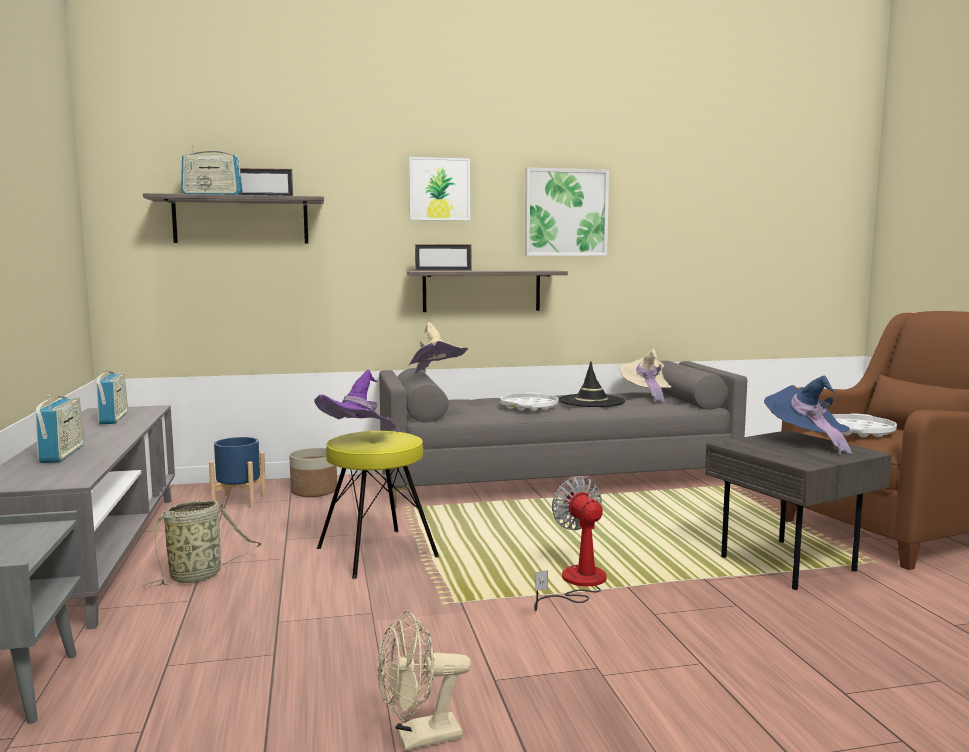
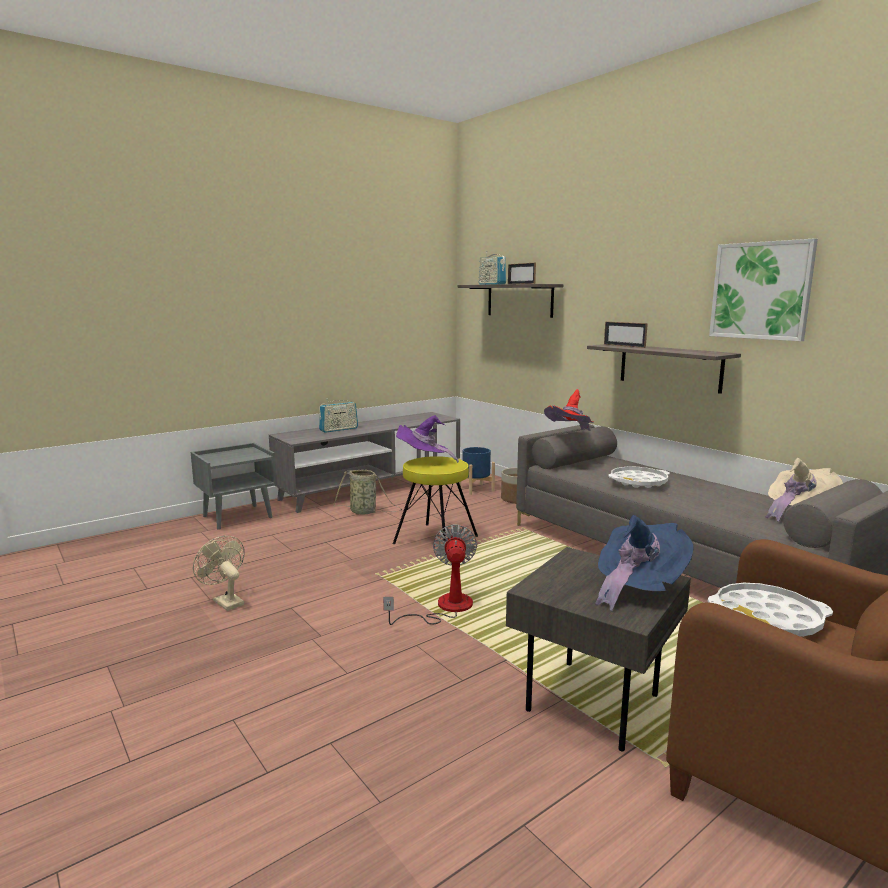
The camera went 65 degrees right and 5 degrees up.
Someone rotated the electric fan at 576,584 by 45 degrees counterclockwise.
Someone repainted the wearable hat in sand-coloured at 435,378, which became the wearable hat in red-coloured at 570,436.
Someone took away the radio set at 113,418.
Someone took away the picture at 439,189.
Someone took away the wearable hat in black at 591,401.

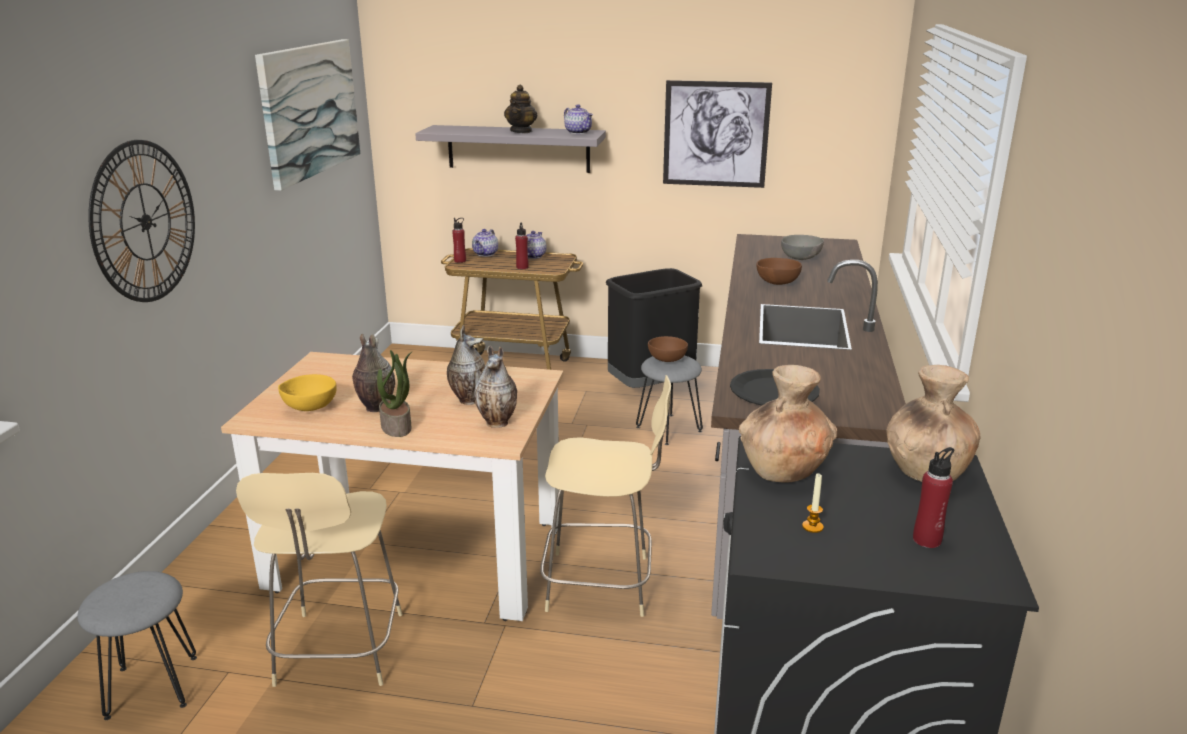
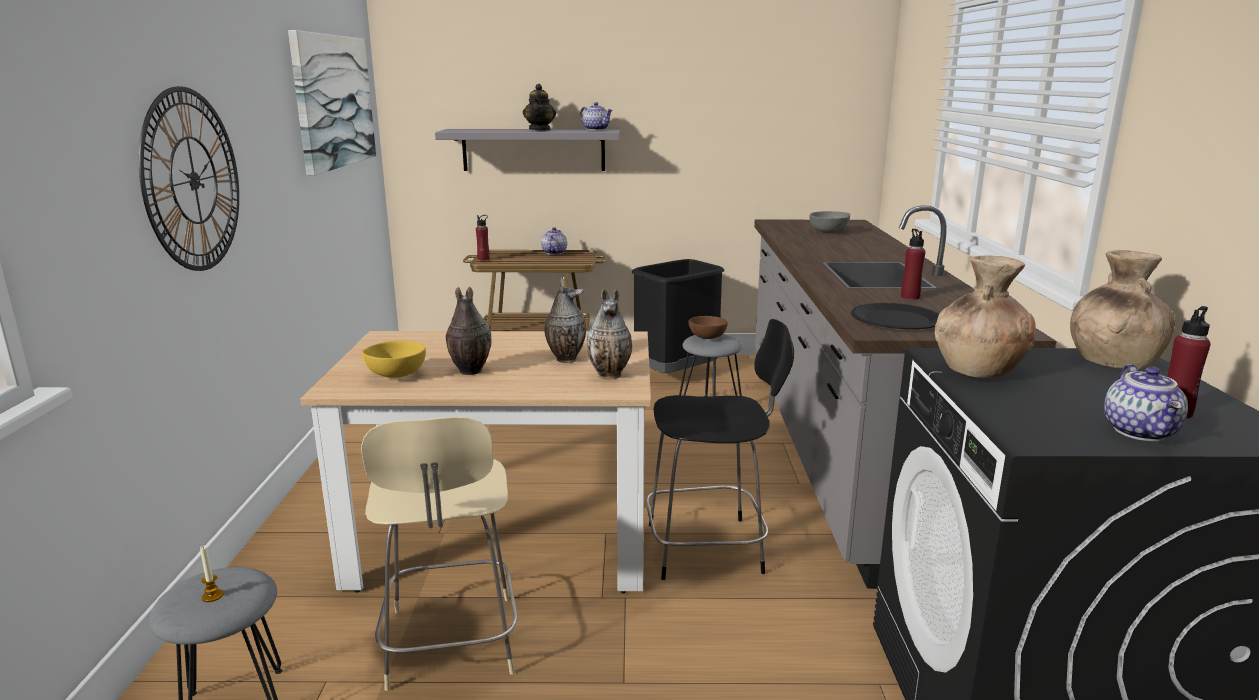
The camera went 10 degrees left and 5 degrees down.
Someone carried the candle from 812,527 to 212,596.
Someone repainted the upright chair in sand-coloured at 602,584, which became the upright chair in black at 709,547.
Someone carried the drink bottle in red-coloured from 522,267 to 910,297.
Someone carried the tea pot from 486,254 to 1141,432.
Someone took away the houseplant at 397,427.
Someone took away the picture at 716,134.
Someone took away the serving bowl in brown-coloured at 776,283.

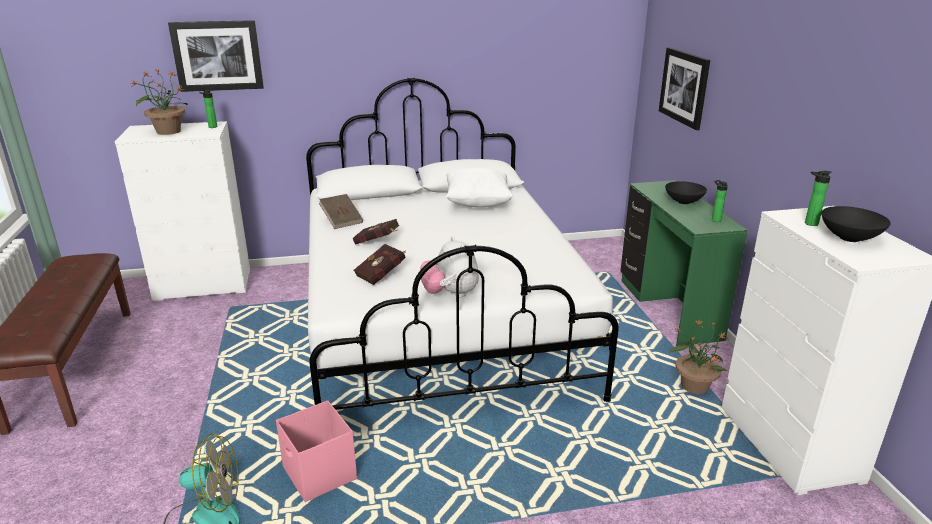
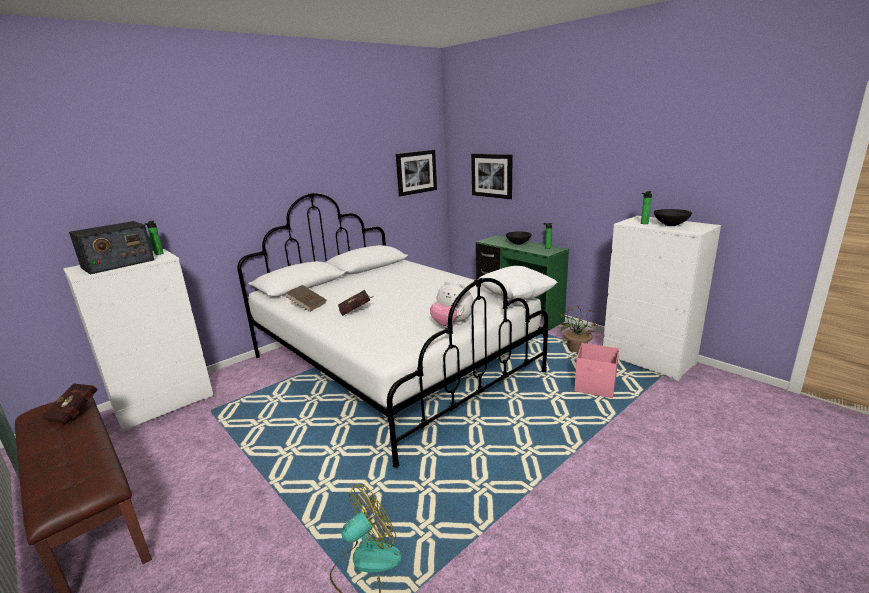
The camera went 30 degrees left and 5 degrees down.
Someone carried the book in red-coloured from 382,275 to 77,412.
Someone swapped the houseplant at 168,131 for the radio set at 117,264.
Someone carried the picture from 217,56 to 416,172.
Someone carried the throw pillow in white from 477,203 to 516,297.
Someone carried the storage container in pink from 319,474 to 595,386.

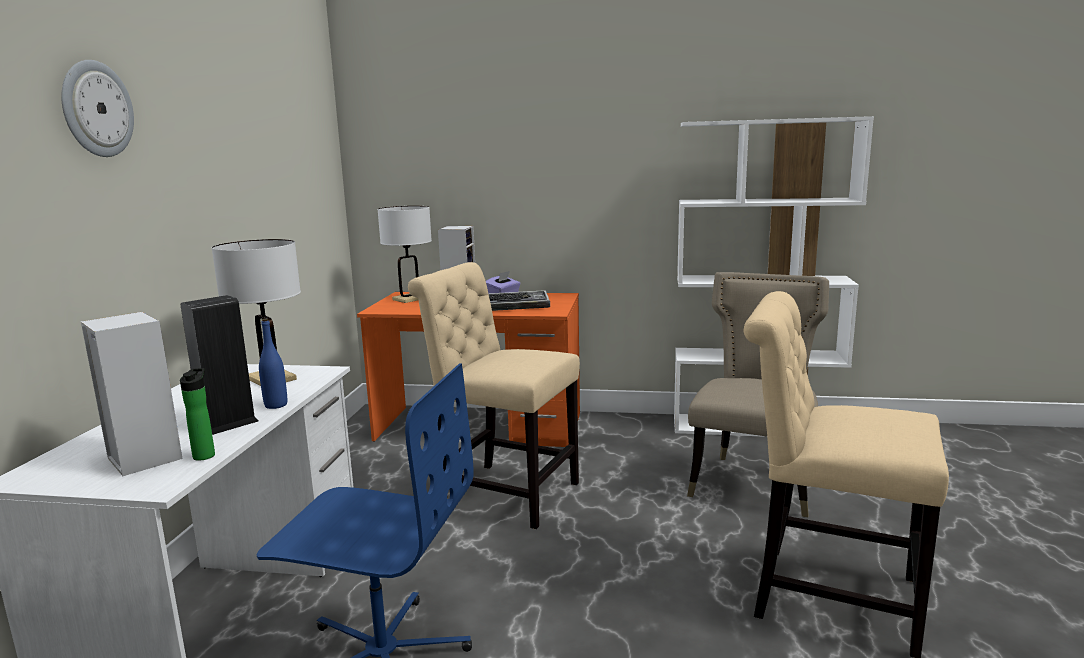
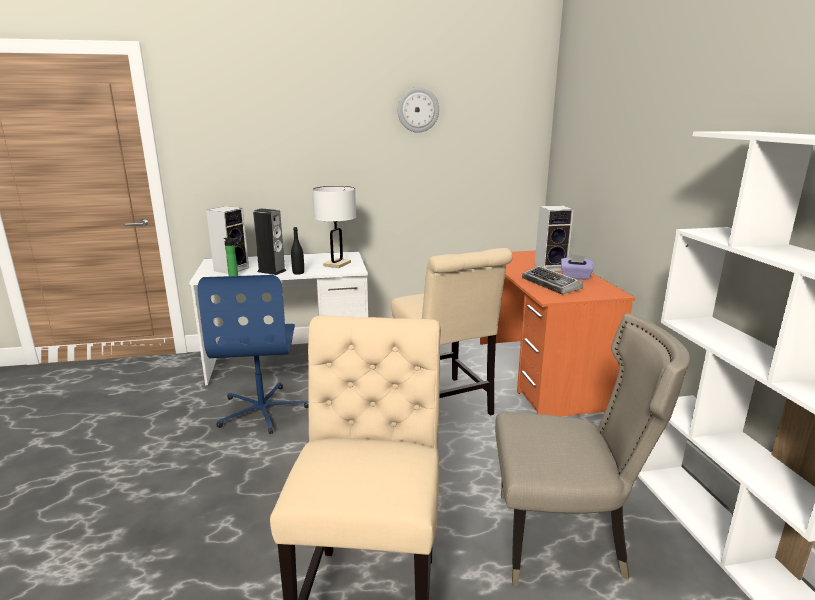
The camera went 70 degrees right and 5 degrees up.
Someone repainted the drink bottle in bluish at 276,405, which became the drink bottle in black at 298,273.
Someone rotated the upright chair in sand-coloured at 503,493 by 150 degrees clockwise.
Someone carried the hanging clock from 96,109 to 418,110.
Someone took away the table lamp in white at 410,299.

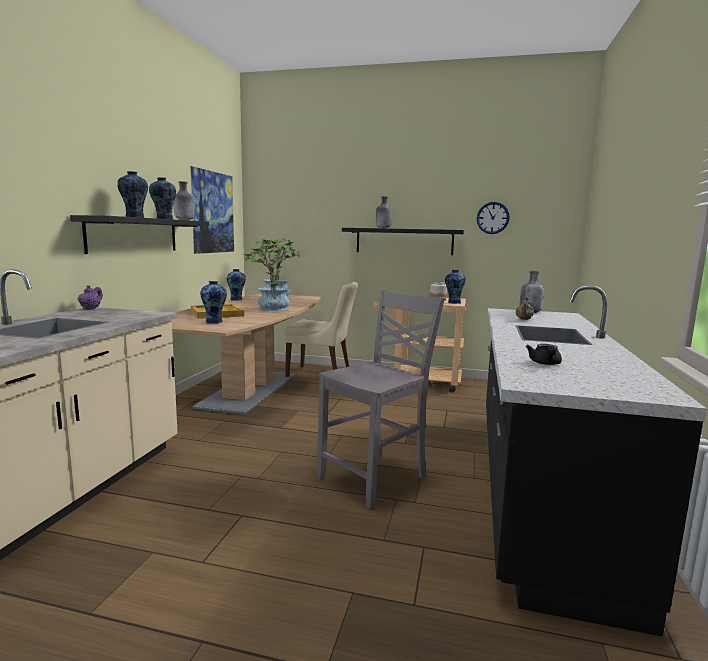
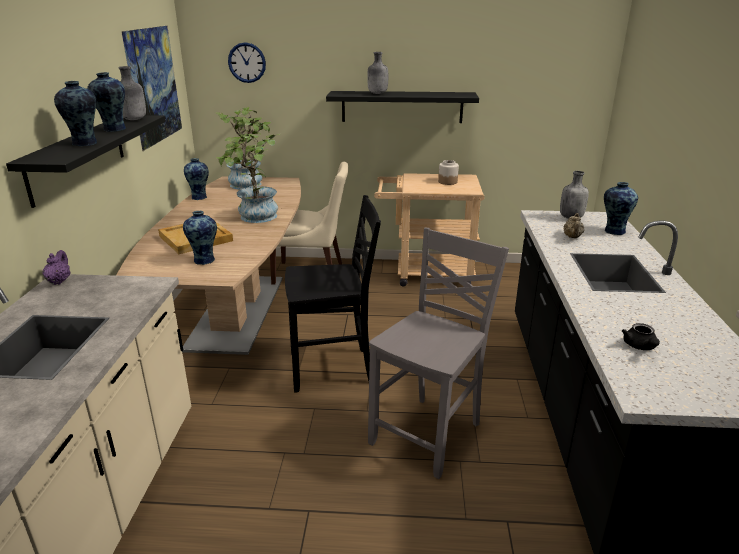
The camera went 10 degrees left and 15 degrees up.
Someone carried the hanging clock from 492,218 to 247,62.
Someone put down the upright chair in black at 333,369.
Someone carried the flower vase from 453,302 to 613,231.

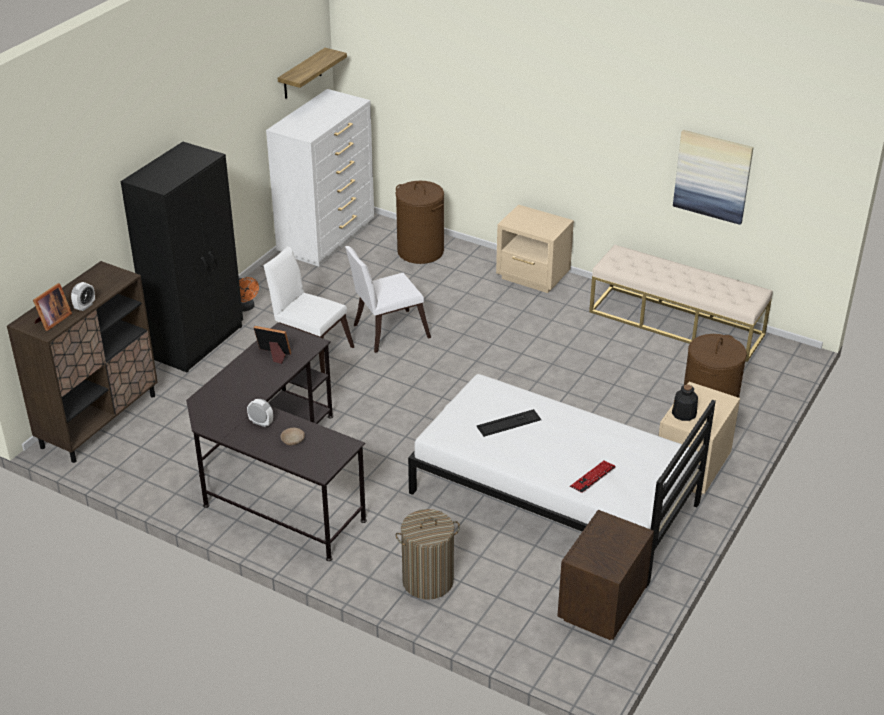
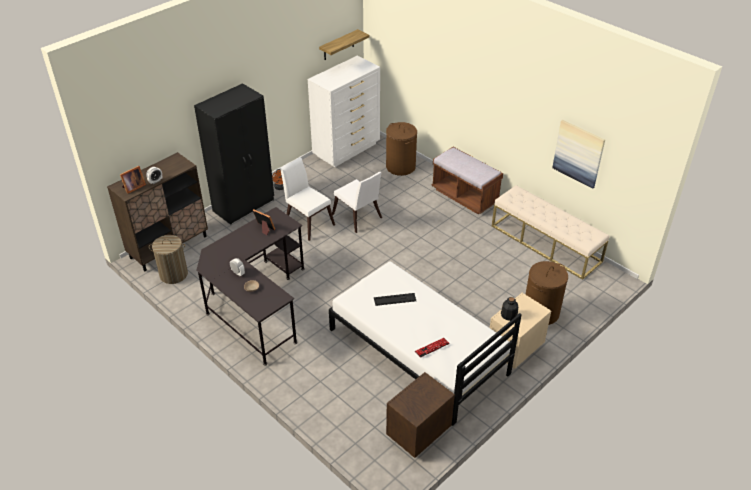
The camera went 15 degrees right and 5 degrees up.
Someone carried the hamper from 427,581 to 173,274.
Someone rotated the upright chair in white at 386,332 by 120 degrees counterclockwise.
Someone swapped the bedside table in sand-coloured at 533,277 for the bench in brown-coloured at 465,196.

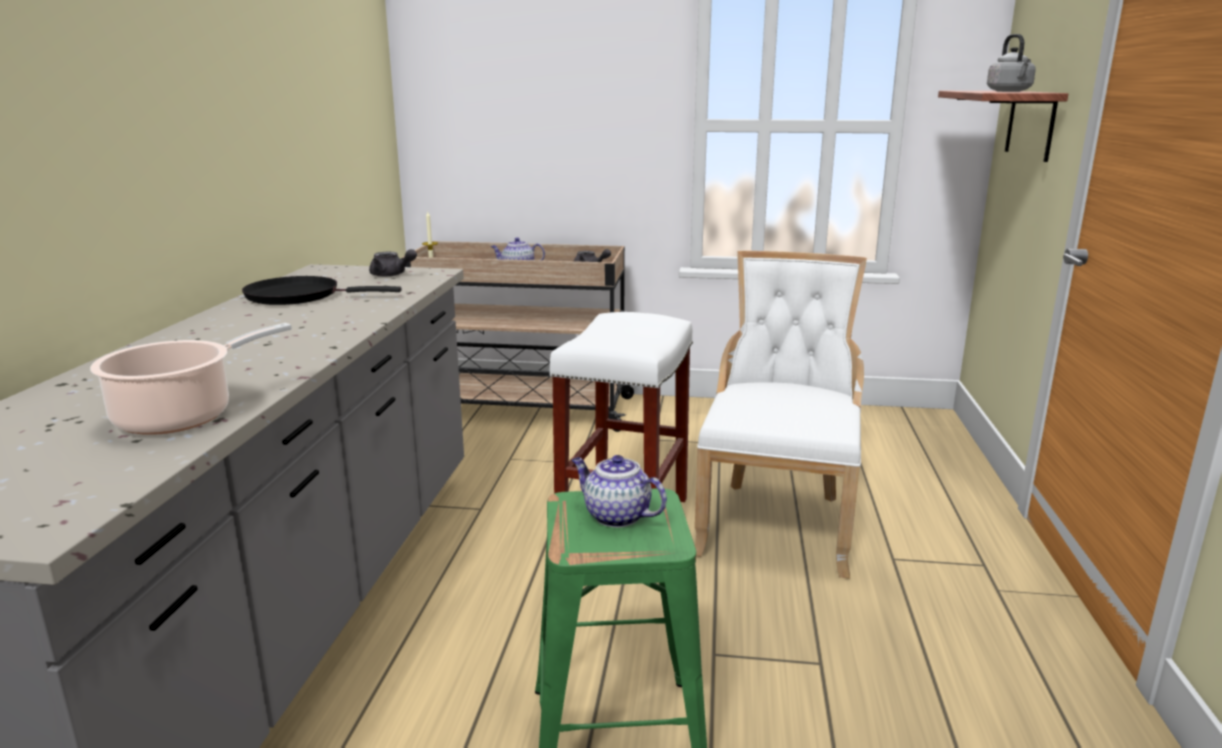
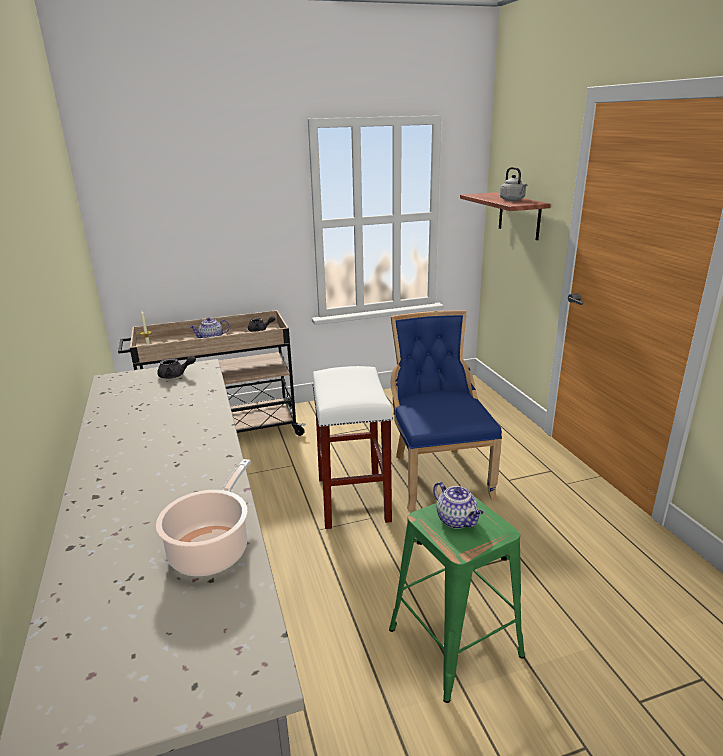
The camera went 25 degrees left and 5 degrees up.
Someone repainted the upright chair in white at 777,523, which became the upright chair in bluish at 437,475.
Someone rotated the tea pot at 615,516 by 135 degrees counterclockwise.
Someone took away the skillet in black at 299,296.

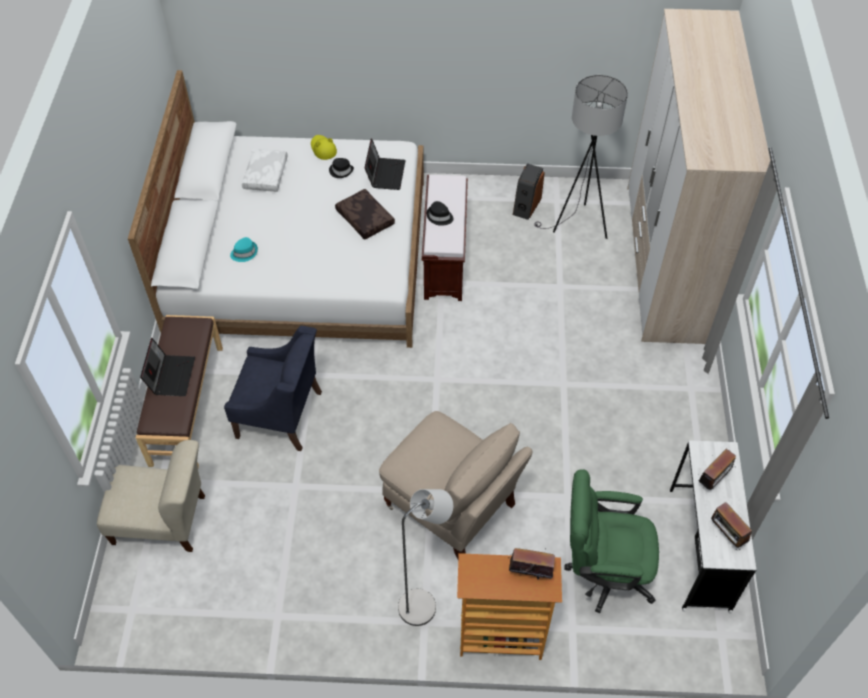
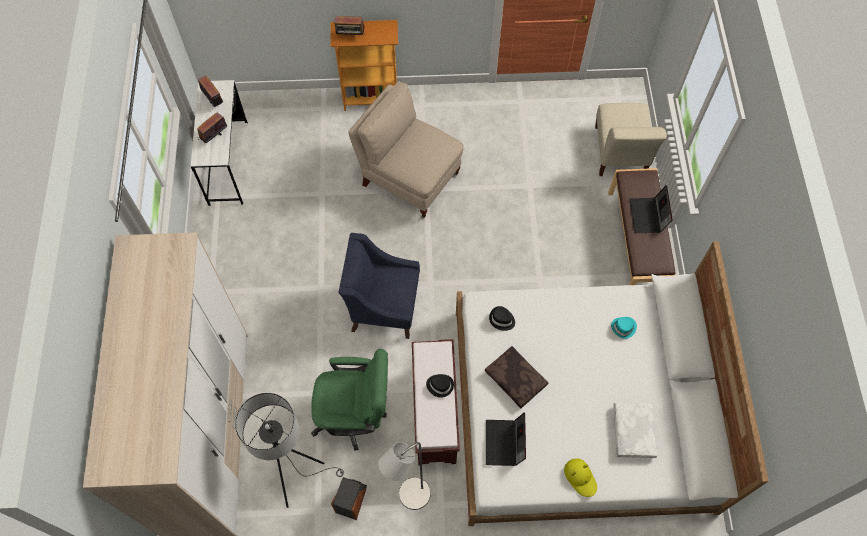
The camera went 175 degrees right and 10 degrees up.
Someone carried the office chair in green from 602,571 to 355,415.
Someone carried the easy chair in bluish from 280,415 to 383,306.
Someone carried the standing lamp in grey from 423,603 to 409,497.
Someone carried the wearable hat in black from 341,171 to 502,319.
Someone rotated the upright chair in sand-coloured at 163,521 by 90 degrees counterclockwise.

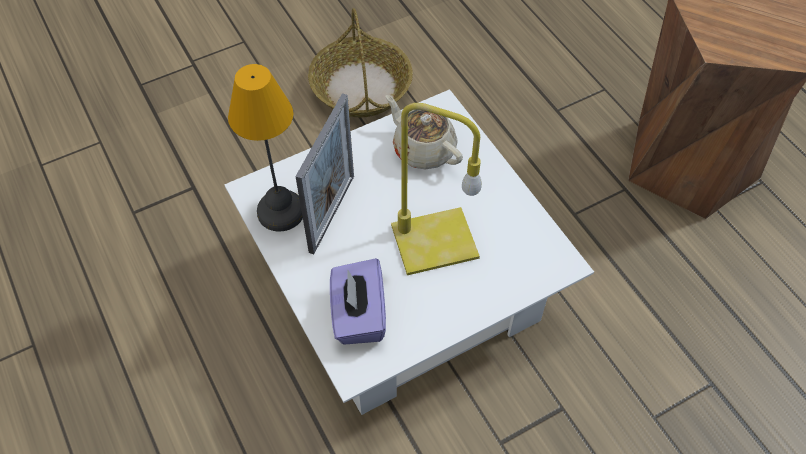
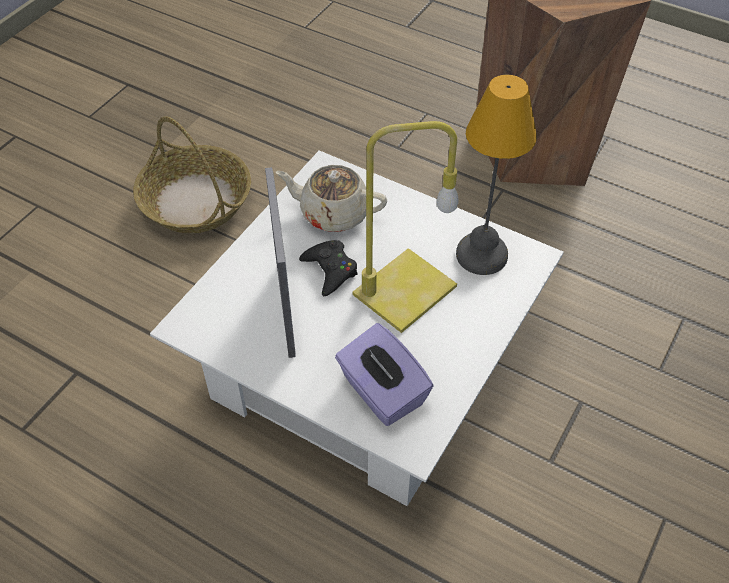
The camera went 30 degrees left and 5 degrees down.
Someone put down the game controller in black at 330,270.
Someone carried the table lamp from 280,210 to 480,254.

